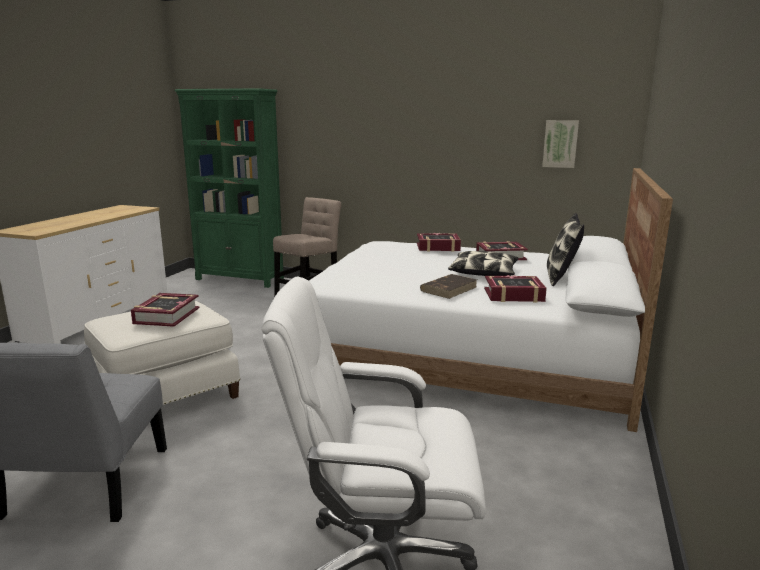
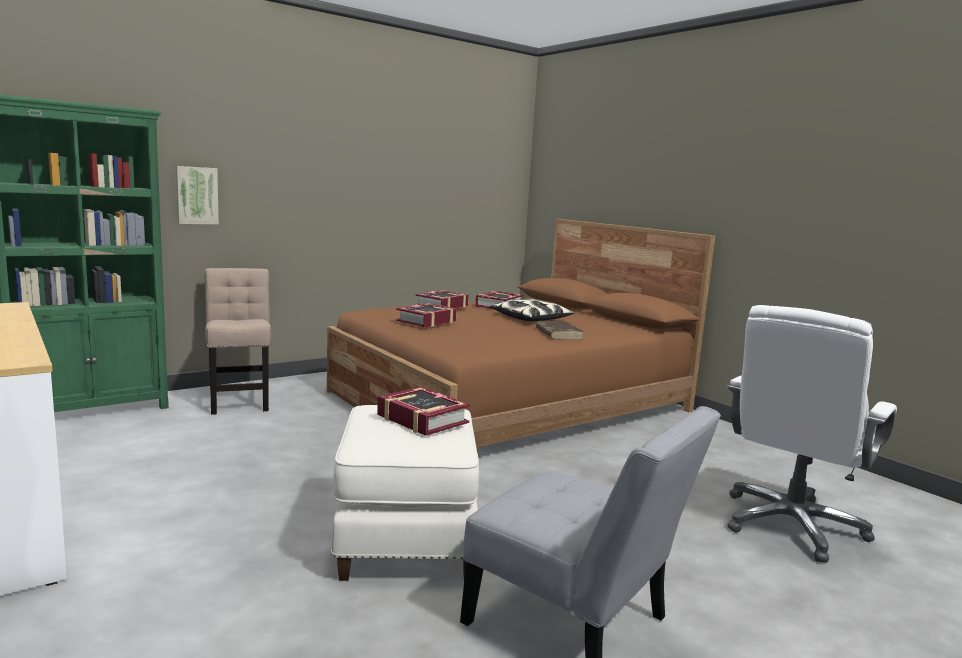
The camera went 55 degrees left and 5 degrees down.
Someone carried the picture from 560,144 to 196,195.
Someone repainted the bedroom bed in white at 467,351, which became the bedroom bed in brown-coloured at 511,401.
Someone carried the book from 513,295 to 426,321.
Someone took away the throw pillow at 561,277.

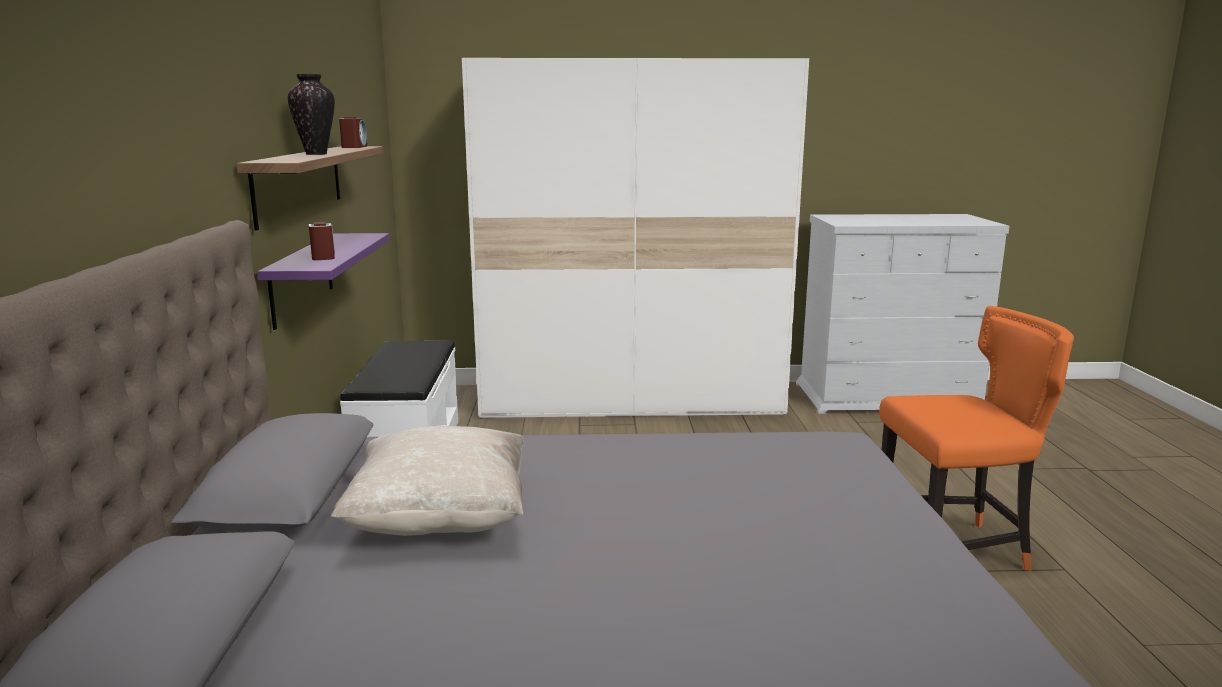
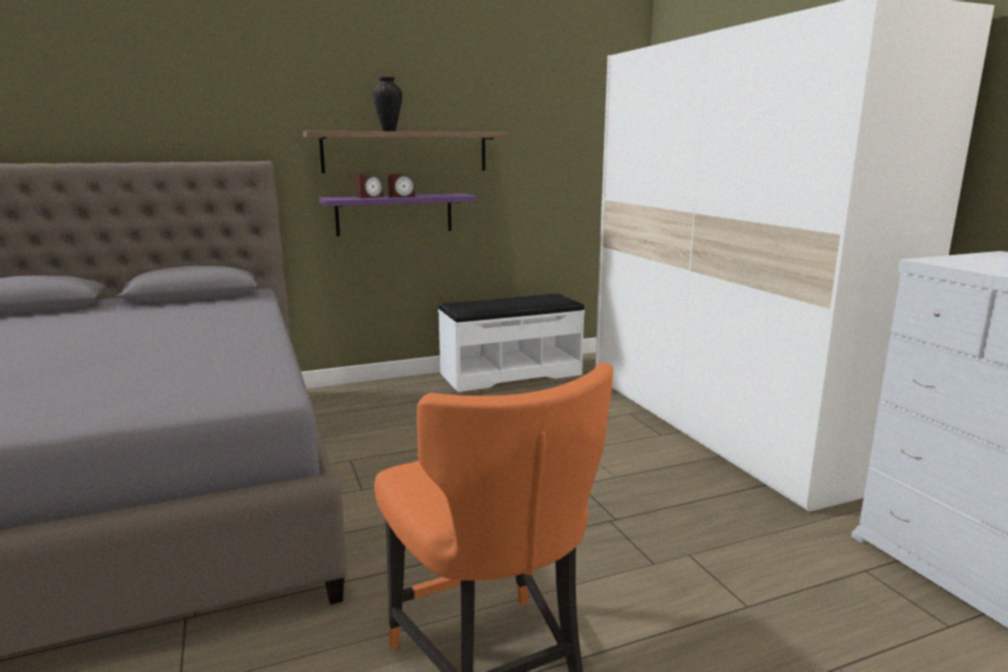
The camera went 70 degrees right and 0 degrees up.
Someone carried the alarm clock from 354,147 to 401,196.
Someone took away the throw pillow in sand-coloured at 441,521.

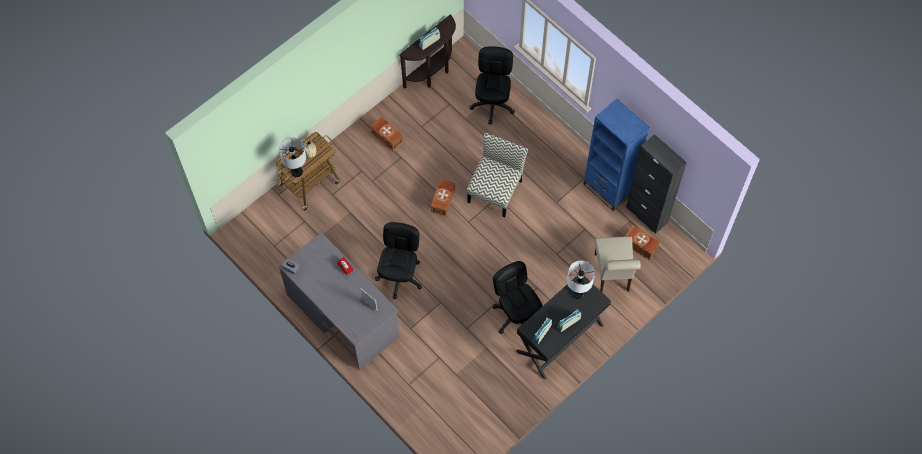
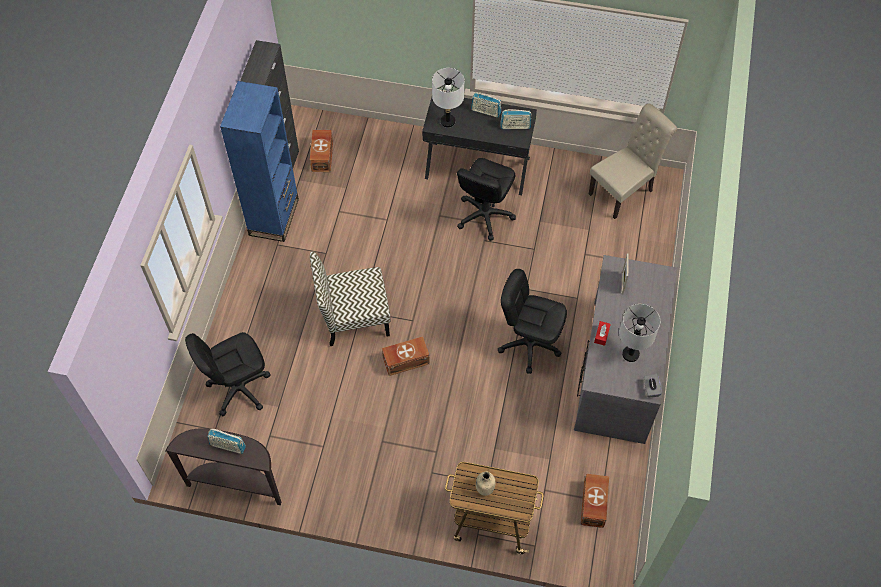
The camera went 125 degrees left and 5 degrees down.
Someone rotated the office chair in black at 400,277 by 45 degrees clockwise.
Someone carried the storage container in brown-coloured from 387,137 to 592,505.
Someone carried the upright chair in sand-coloured from 612,275 to 624,191.
Someone carried the table lamp in grey from 297,172 to 630,354.

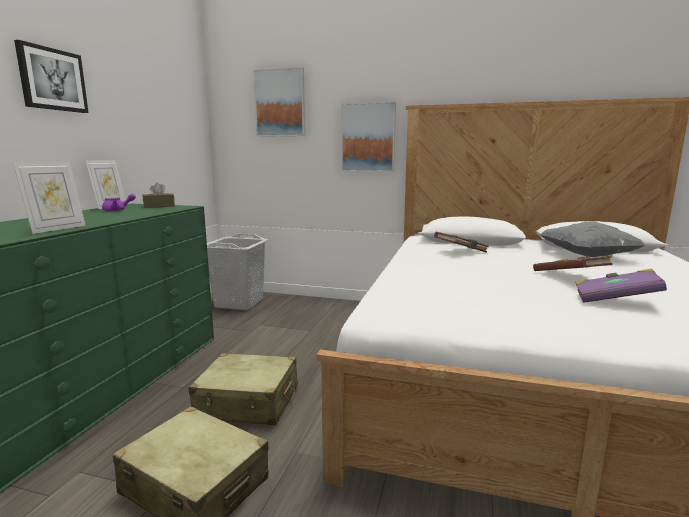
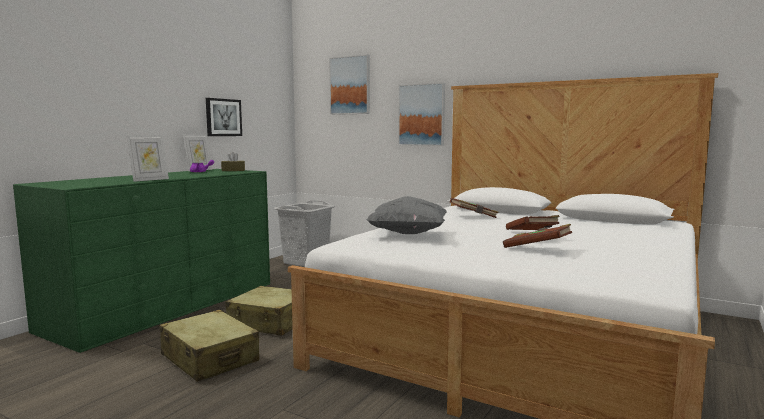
The camera went 15 degrees right and 5 degrees down.
Someone carried the picture from 52,79 to 223,117.
Someone carried the throw pillow in grey from 587,256 to 407,234.
Someone repainted the book in purple at 614,300, which became the book in brown-coloured at 537,249.

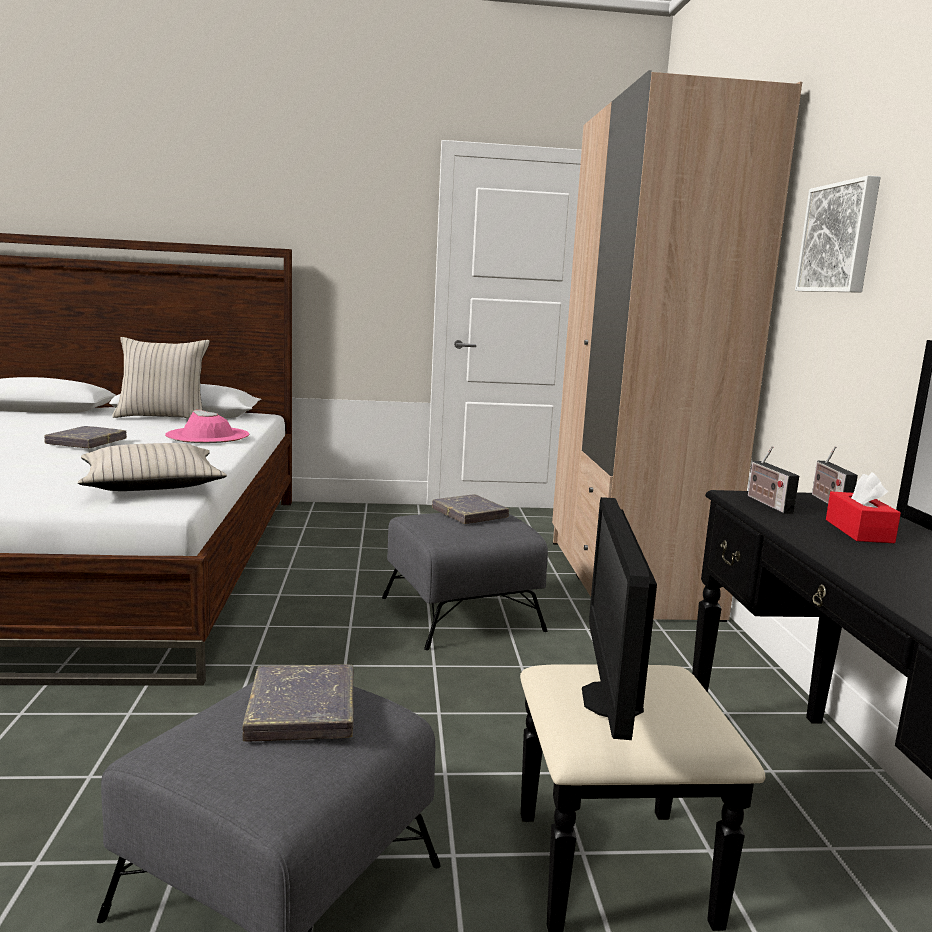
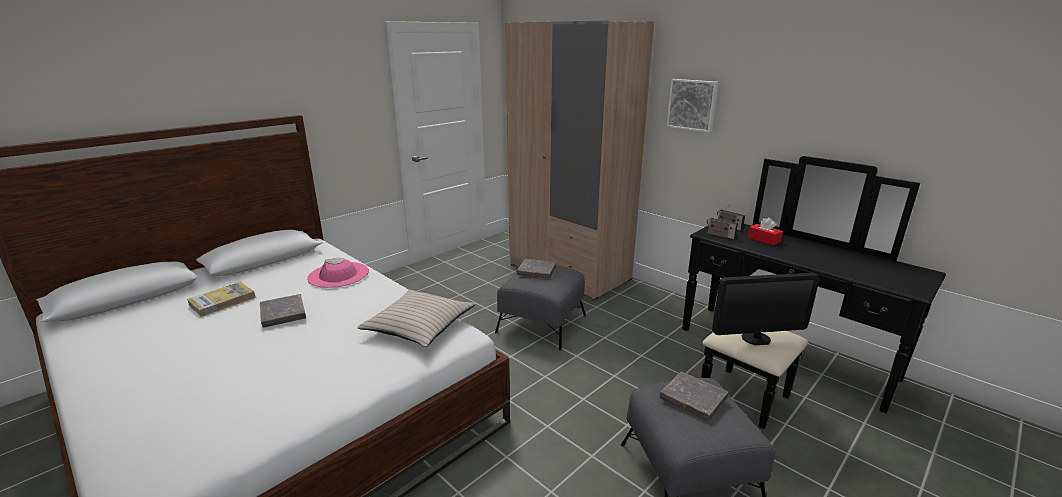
The camera went 40 degrees left and 10 degrees up.
Someone put down the book at 222,301.
Someone rotated the computer display at 611,700 by 60 degrees counterclockwise.
Someone took away the throw pillow in sand-coloured at 163,418.

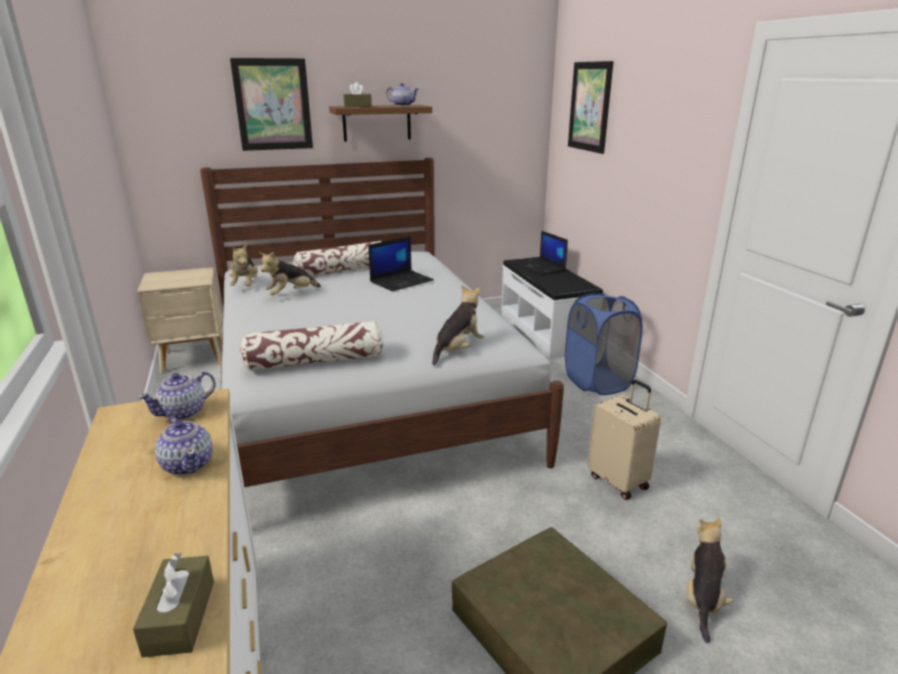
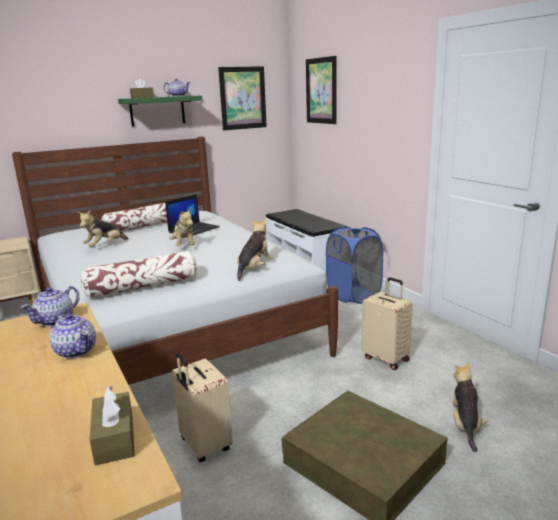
The camera went 10 degrees left and 5 degrees down.
Someone repainted the bracket shelf in brown-coloured at 377,123, which became the bracket shelf in green at 157,111.
Someone carried the soft toy from 246,285 to 184,246.
Someone put down the piece of luggage in sand-coloured at 204,445.
Someone carried the picture from 273,105 to 243,98.
Someone took away the notebook computer at 541,267.

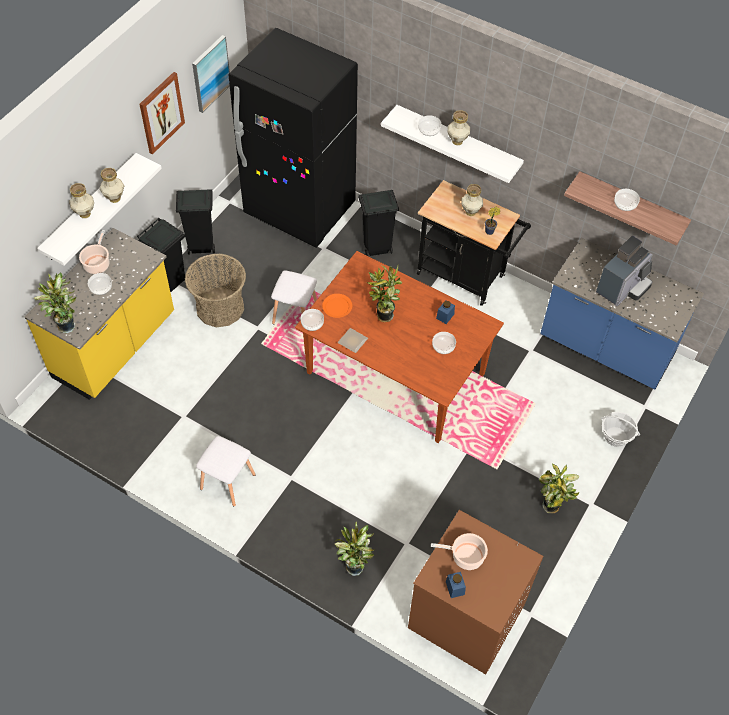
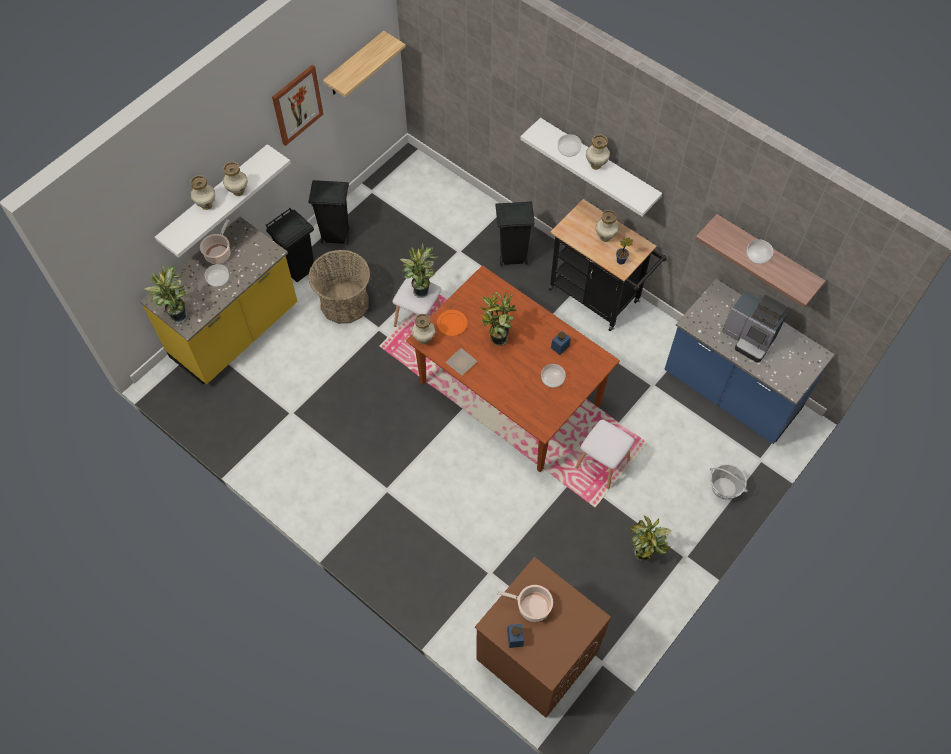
The camera went 10 degrees right and 5 degrees up.
Someone swapped the picture at 210,73 for the bracket shelf at 355,65.
Someone carried the houseplant from 354,565 to 421,290.
Someone swapped the serving bowl at 312,323 for the flower vase at 424,339.
Someone carried the stool seat in white from 227,482 to 602,464.
Someone rotated the coffee maker at 623,287 by 75 degrees clockwise.
Someone took away the refrigerator in black at 299,210.

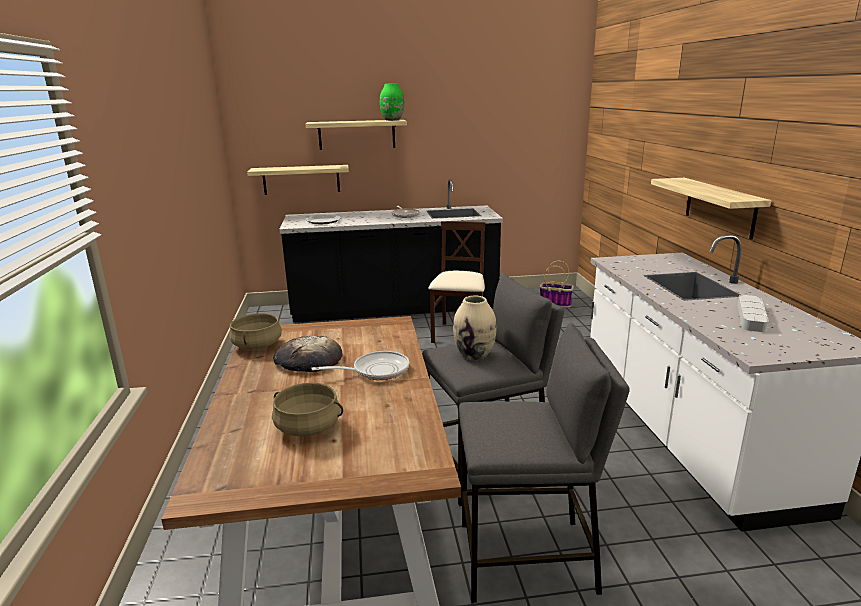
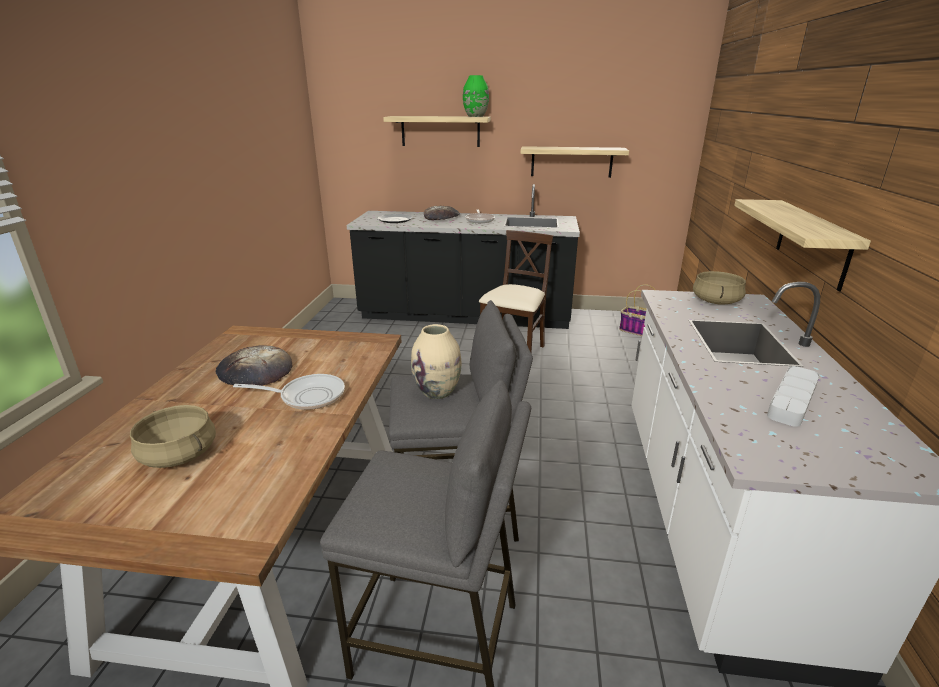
The camera went 15 degrees right and 5 degrees up.
Someone put down the baked bread at 441,217.
Someone carried the bracket shelf from 301,179 to 571,162.
Someone carried the stockpot in sand-coloured from 257,345 to 715,301.

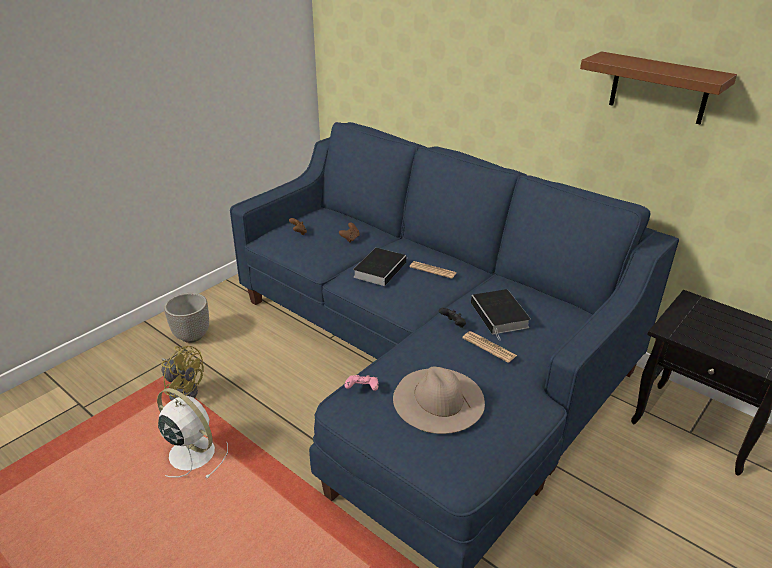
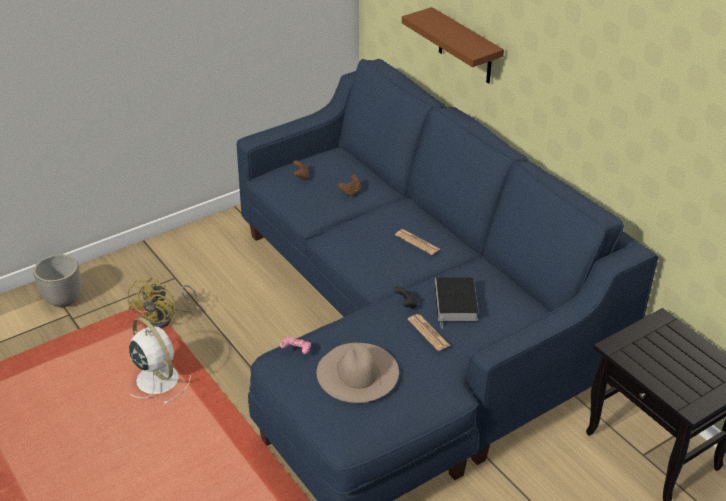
The camera went 15 degrees right and 5 degrees up.
Someone carried the flower pot from 192,336 to 63,299.
Someone rotated the electric fan in yellow-coloured at 184,390 by 60 degrees clockwise.
Someone carried the bracket shelf in brown-coloured from 659,88 to 465,47.
Someone took away the book at 380,269.

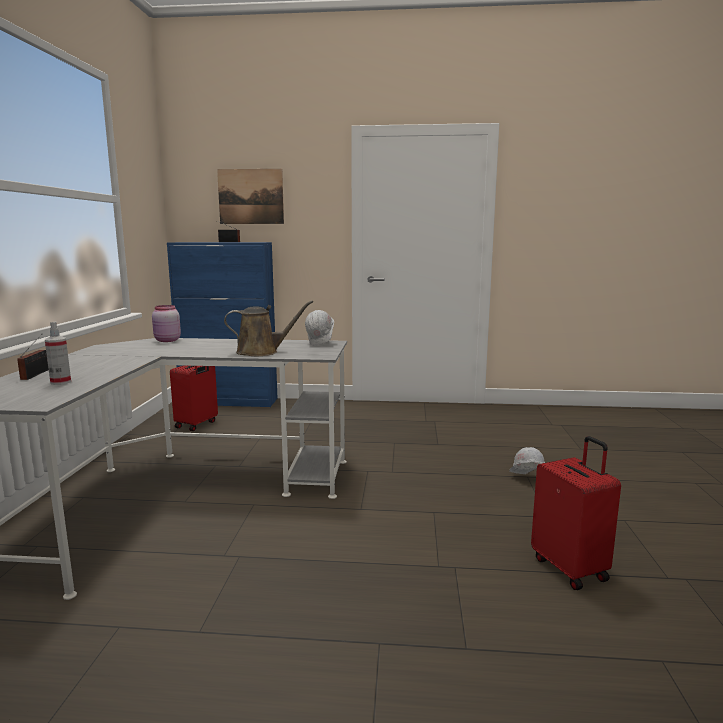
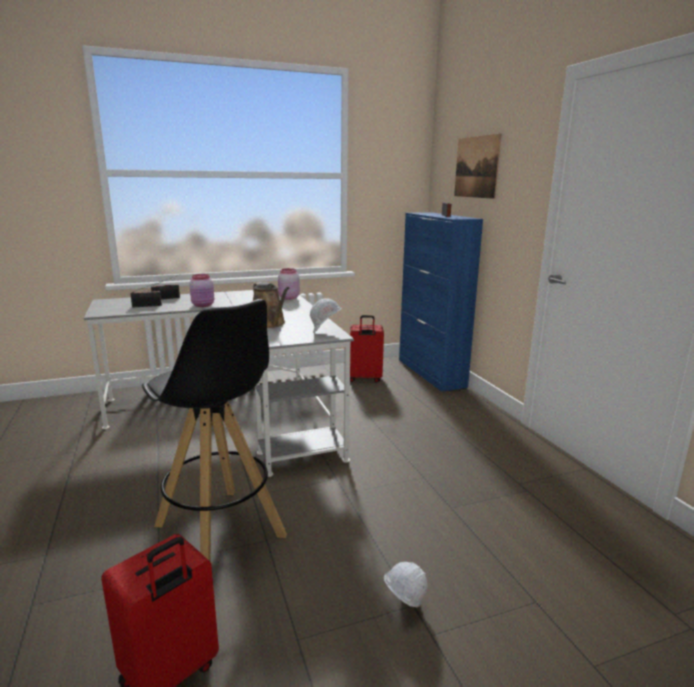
The camera went 65 degrees right and 5 degrees up.
Someone swapped the hand sprayer at 60,382 for the radio set at 148,306.
Someone put down the stool seat in black at 220,531.
Someone put down the storage jar in pink at 203,305.

